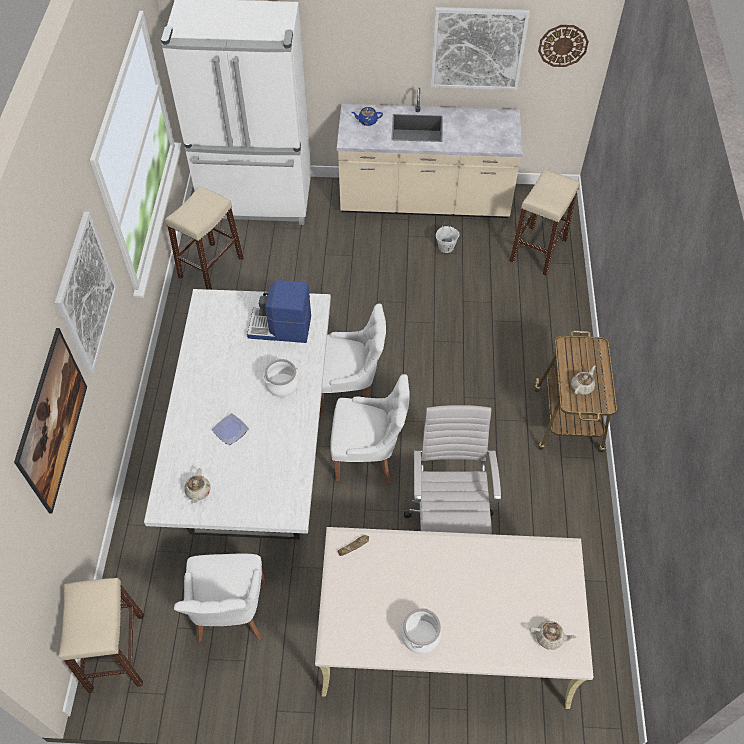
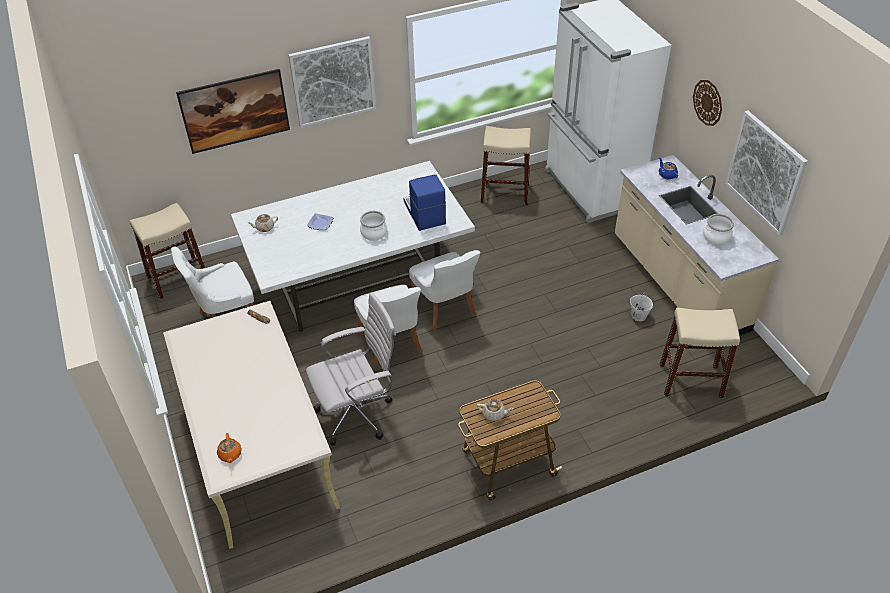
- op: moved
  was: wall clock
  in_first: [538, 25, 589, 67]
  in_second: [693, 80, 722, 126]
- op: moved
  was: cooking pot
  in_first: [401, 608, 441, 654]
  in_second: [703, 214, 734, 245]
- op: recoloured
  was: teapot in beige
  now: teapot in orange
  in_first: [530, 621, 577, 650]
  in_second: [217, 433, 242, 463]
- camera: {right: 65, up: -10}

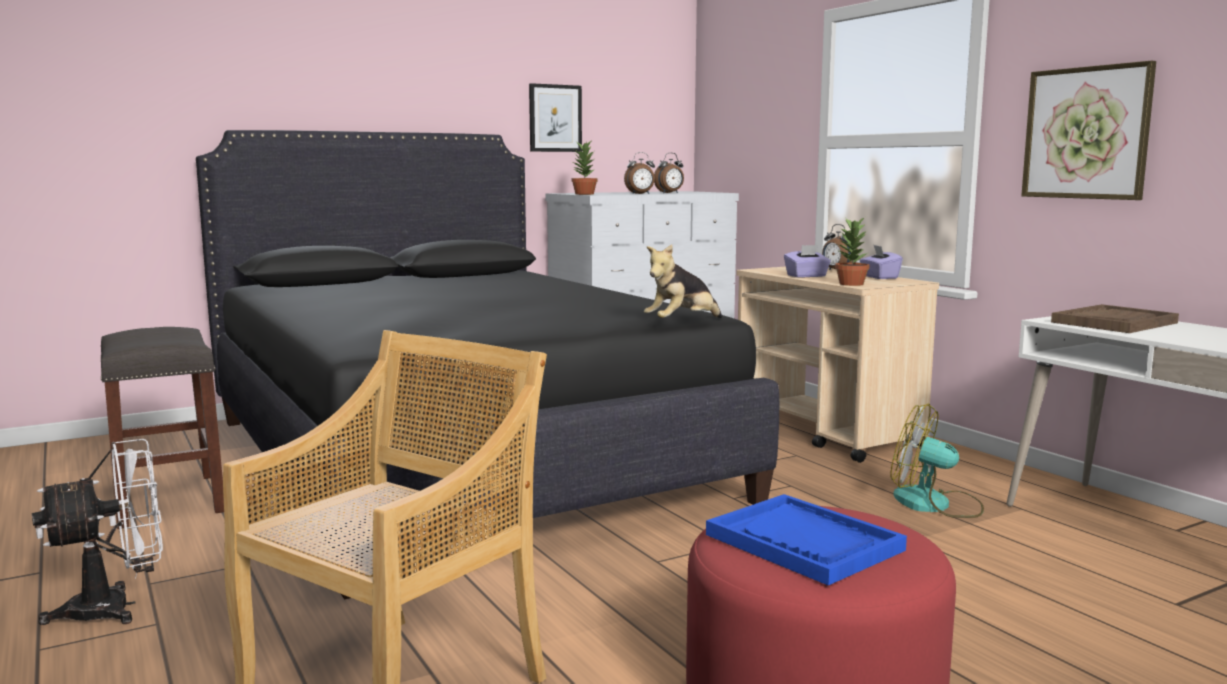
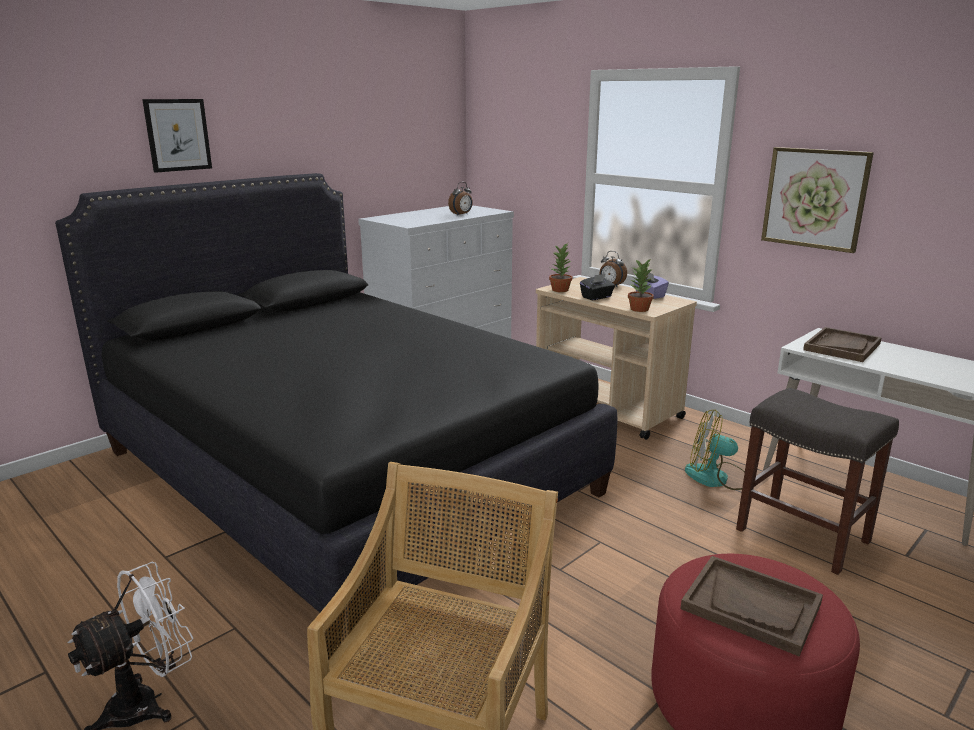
- op: moved
  was: picture
  in_first: [529, 83, 582, 152]
  in_second: [142, 99, 212, 173]
- op: moved
  was: potted plant
  in_first: [572, 139, 598, 195]
  in_second: [549, 243, 572, 292]
- op: removed
  was: alarm clock
  in_first: [624, 152, 655, 194]
- op: removed
  was: plush toy
  in_first: [644, 244, 722, 318]
- op: recoloured
  was: tissue box in purple
  now: tissue box in black
  in_first: [784, 245, 831, 278]
  in_second: [580, 274, 615, 300]
- op: moved
  was: stool in grey
  in_first: [101, 327, 224, 529]
  in_second: [736, 388, 899, 575]
- op: recoloured
  was: tray in blue
  now: tray in brown
  in_first: [706, 494, 907, 586]
  in_second: [680, 556, 823, 656]
- camera: {right: -15, up: 10}

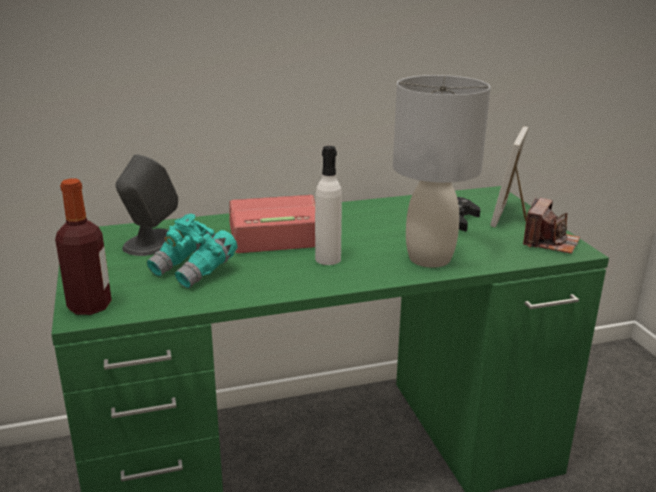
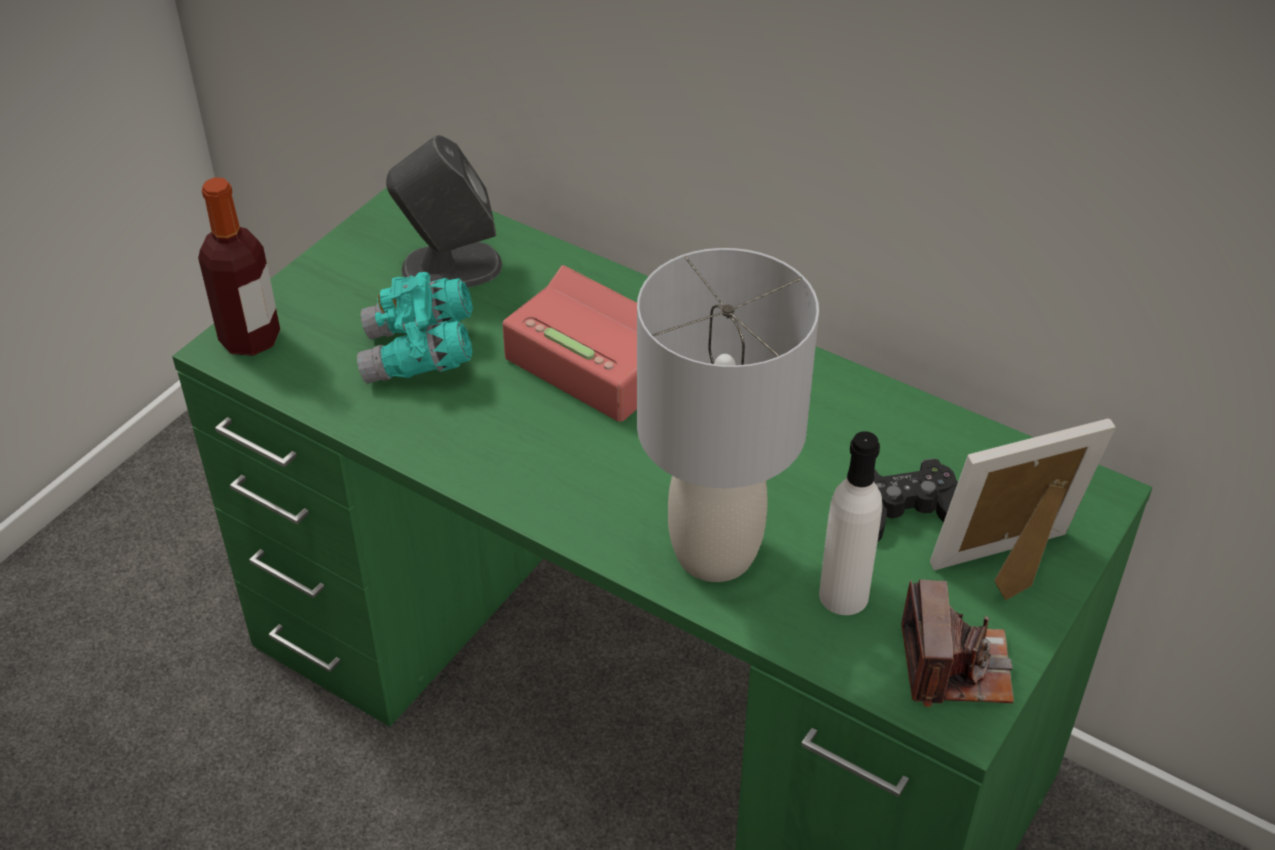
- op: moved
  was: bottle in white
  in_first: [315, 146, 342, 265]
  in_second: [819, 431, 882, 615]
- op: turned
  was: photo camera
  in_first: [523, 198, 580, 254]
  in_second: [901, 579, 1014, 708]
  clockwise: -75
- camera: {right: 50, up: 20}

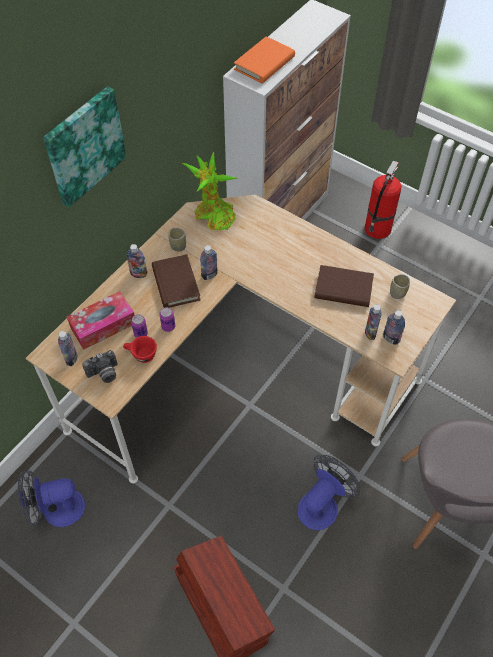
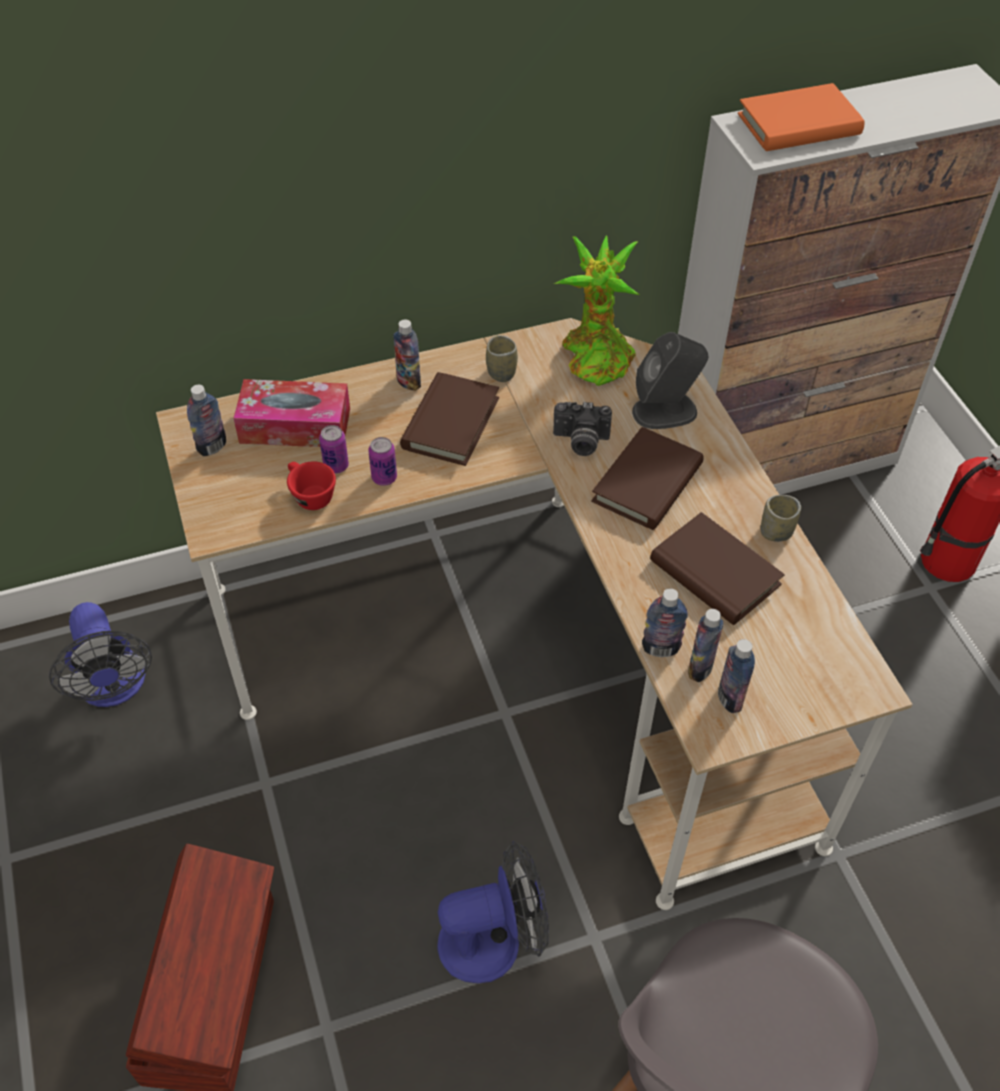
- op: removed
  was: picture
  in_first: [43, 86, 127, 207]
- op: moved
  was: bottle
  in_first: [200, 245, 218, 280]
  in_second: [642, 588, 688, 657]
- op: moved
  was: cup
  in_first: [390, 274, 410, 299]
  in_second: [761, 495, 801, 542]
- op: moved
  was: photo camera
  in_first: [82, 350, 118, 383]
  in_second: [553, 402, 612, 456]
- op: turned
  was: fan
  in_first: [18, 469, 85, 527]
  in_second: [49, 602, 152, 707]
  clockwise: -135
- op: added
  now: speaker in grey
  in_second: [632, 332, 708, 429]
- op: added
  now: book in brown
  in_second: [591, 427, 704, 530]
- camera: {right: 35, up: -5}

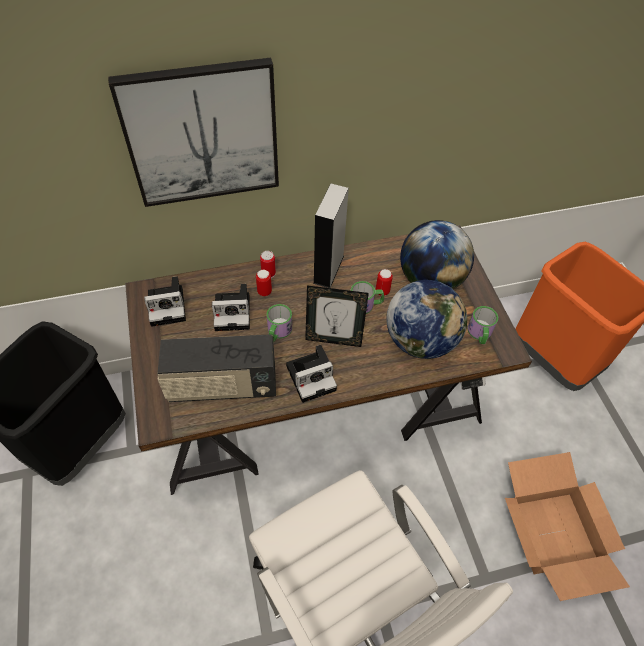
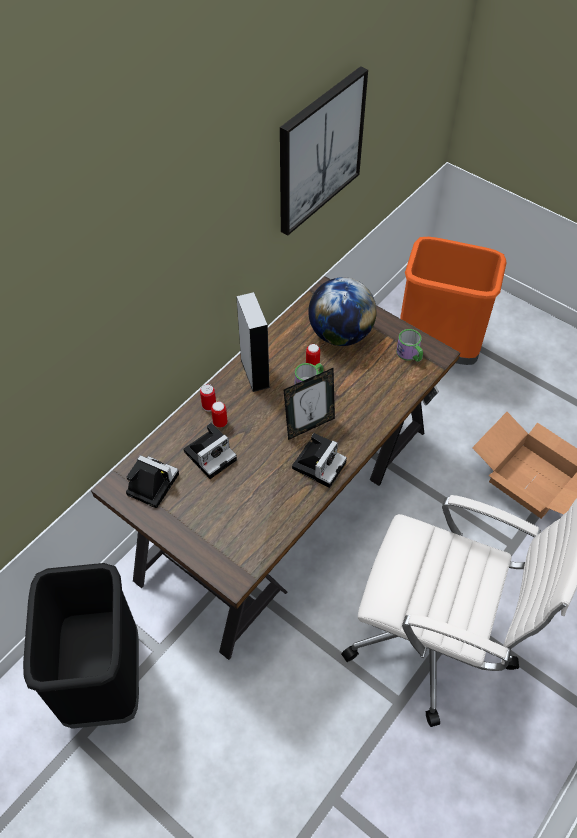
- op: moved
  was: picture
  in_first: [108, 58, 279, 207]
  in_second: [280, 66, 368, 236]
- op: turned
  was: photo camera
  in_first: [144, 276, 186, 327]
  in_second: [126, 455, 179, 508]
  clockwise: -105
- op: removed
  was: globe
  in_first: [386, 280, 467, 359]
- op: removed
  was: mug
  in_first: [266, 304, 292, 342]
- op: removed
  was: radio
  in_first: [157, 334, 276, 402]
- camera: {right: -35, up: 0}

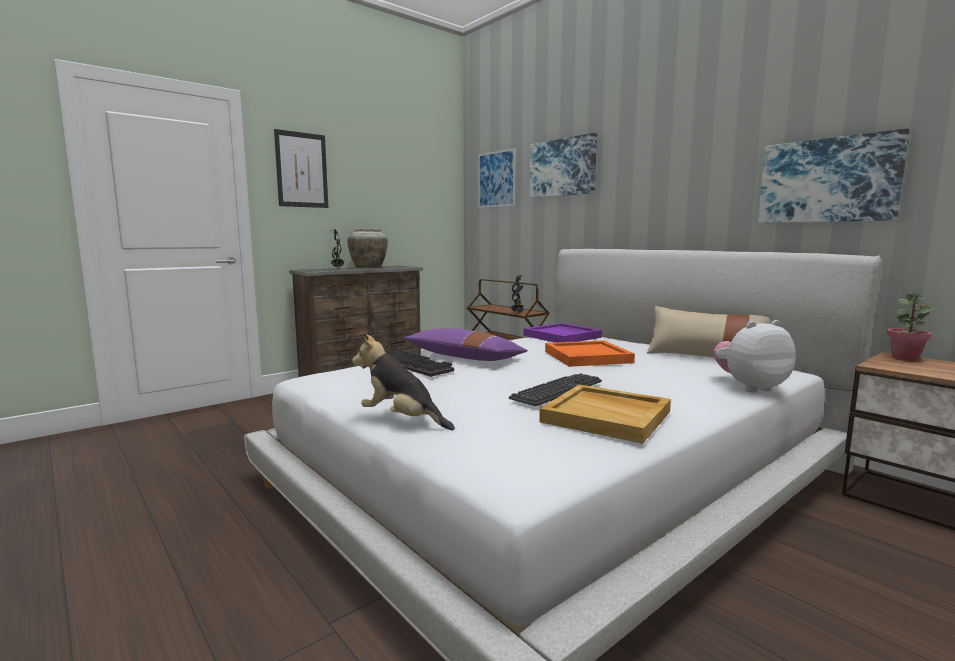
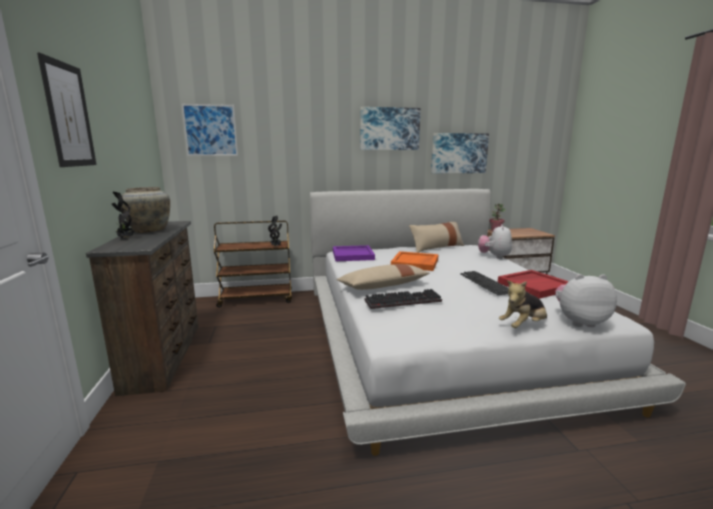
- op: moved
  was: picture
  in_first: [530, 133, 597, 198]
  in_second: [360, 107, 421, 150]
- op: recoloured
  was: pillow in purple
  now: pillow in beige
  in_first: [404, 328, 528, 361]
  in_second: [336, 264, 430, 290]
- op: recoloured
  was: tray in beige
  now: tray in red
  in_first: [539, 385, 671, 444]
  in_second: [498, 270, 569, 299]
- op: added
  now: plush toy
  in_second: [555, 274, 617, 327]
- camera: {right: -60, up: 5}

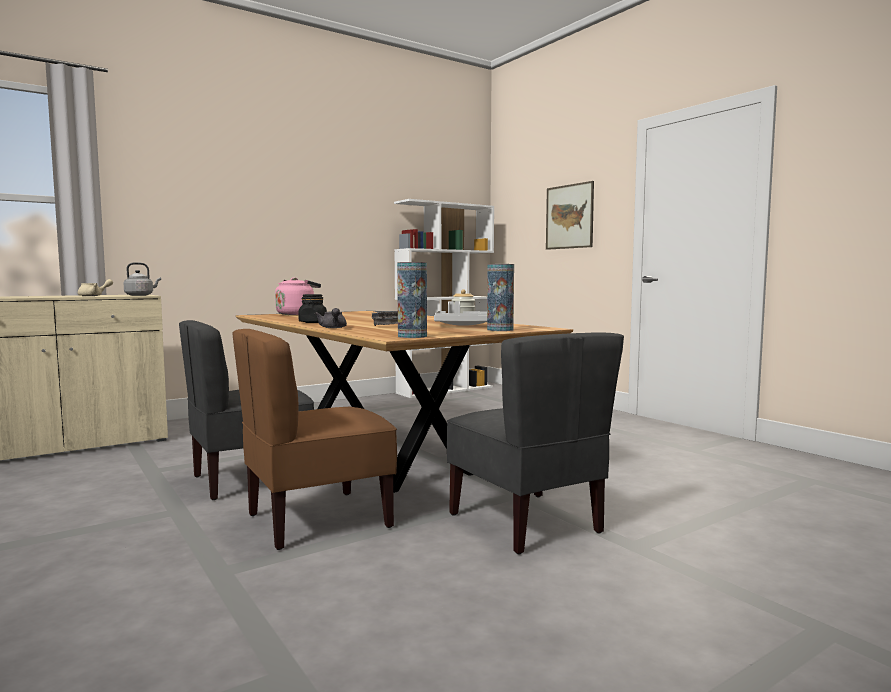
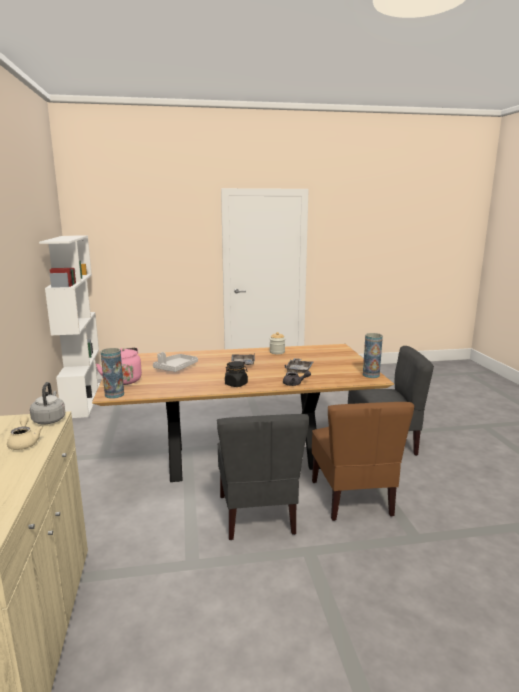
- op: removed
  was: picture
  in_first: [546, 181, 594, 250]
- op: moved
  was: vase
  in_first: [487, 264, 514, 331]
  in_second: [101, 348, 124, 399]
- op: moved
  was: tray in grey
  in_first: [434, 301, 487, 326]
  in_second: [153, 352, 198, 372]
- camera: {right: -65, up: 10}

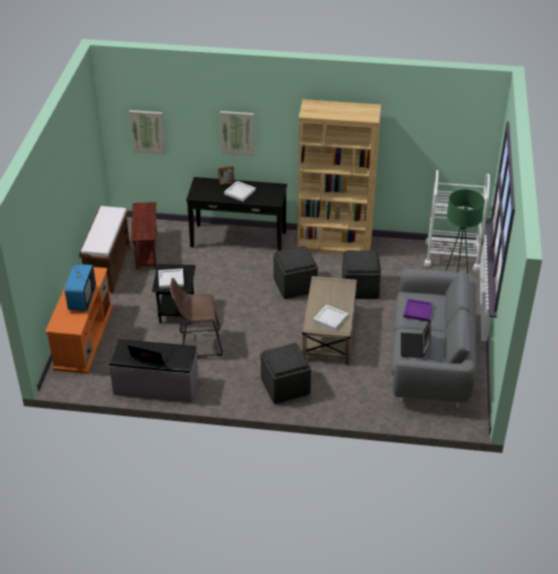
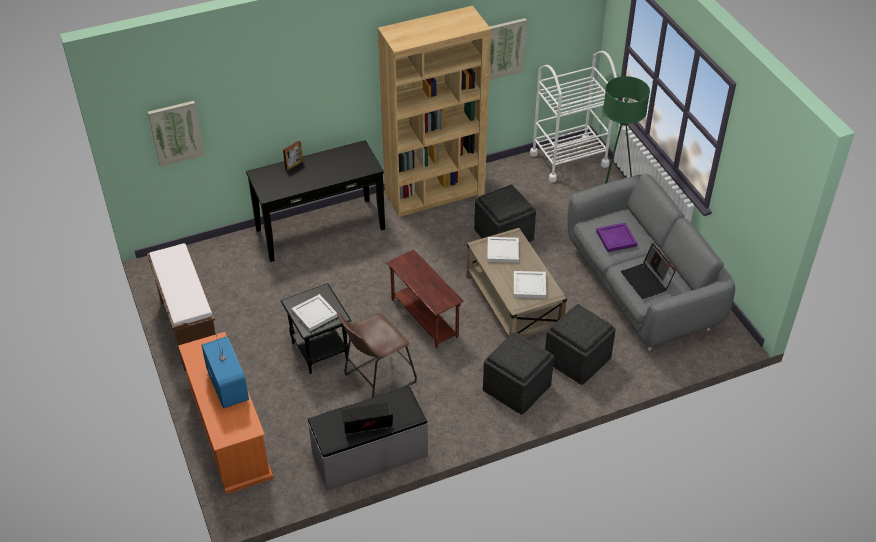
- op: moved
  was: picture
  in_first: [220, 111, 255, 156]
  in_second: [489, 18, 527, 80]
- op: moved
  was: tray in white
  in_first: [224, 181, 256, 201]
  in_second: [487, 237, 519, 263]
- op: moved
  was: side table in brown
  in_first: [131, 202, 157, 270]
  in_second: [386, 249, 464, 348]
- op: moved
  was: ottoman in grey
  in_first: [273, 246, 318, 299]
  in_second: [545, 304, 616, 385]
- camera: {right: -30, up: 5}

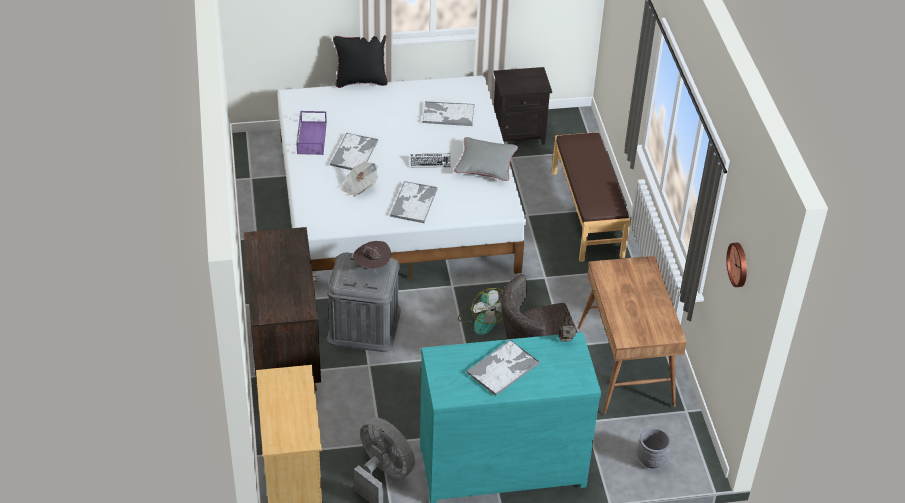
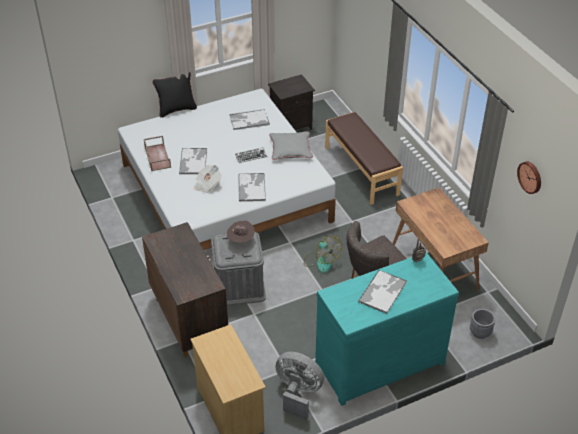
- op: recoloured
  was: tray in purple
  now: tray in brown
  in_first: [296, 111, 327, 155]
  in_second: [144, 136, 171, 171]
- camera: {right: -15, up: 0}

